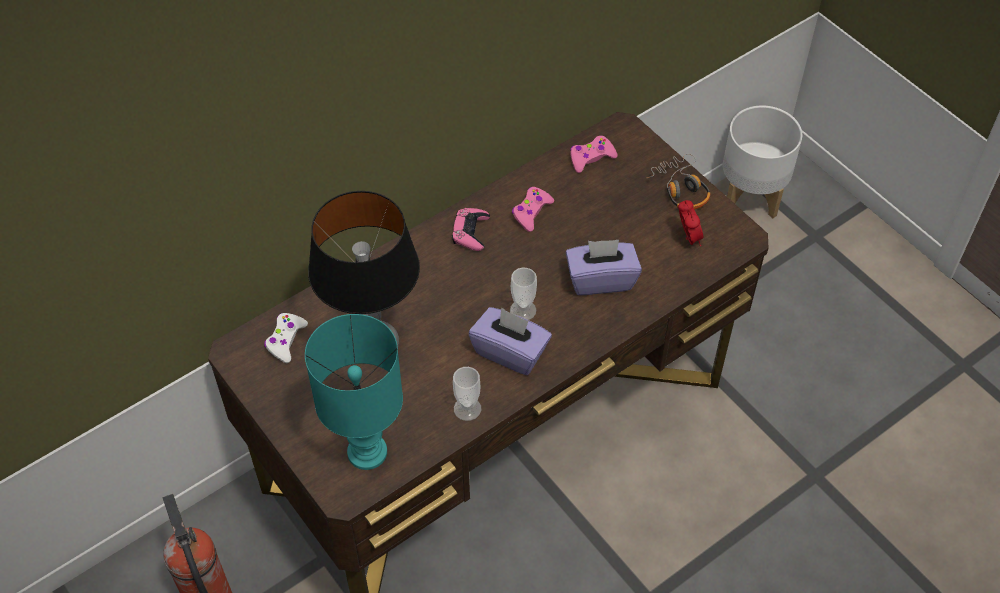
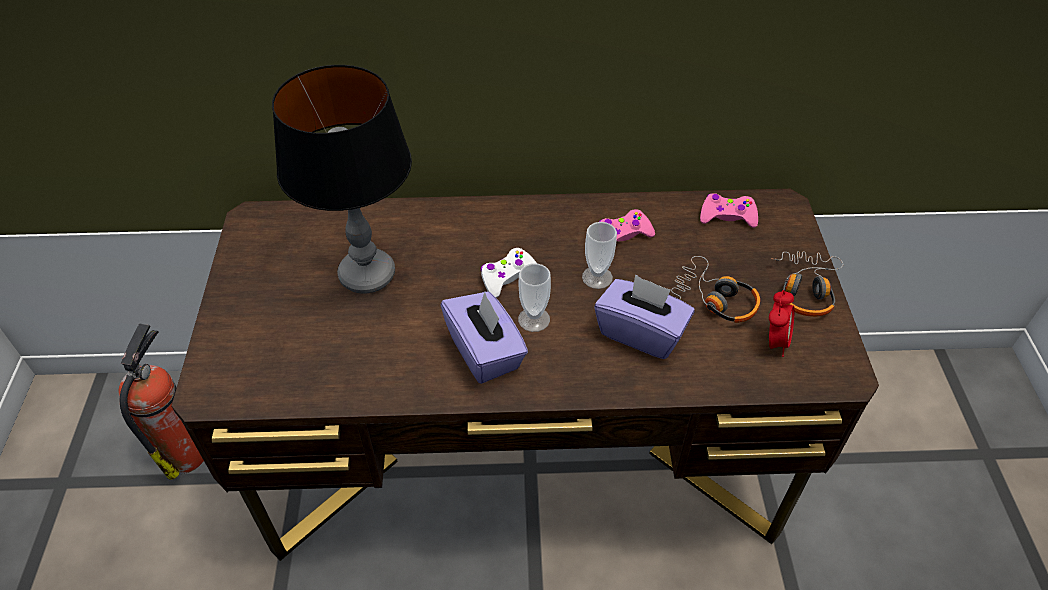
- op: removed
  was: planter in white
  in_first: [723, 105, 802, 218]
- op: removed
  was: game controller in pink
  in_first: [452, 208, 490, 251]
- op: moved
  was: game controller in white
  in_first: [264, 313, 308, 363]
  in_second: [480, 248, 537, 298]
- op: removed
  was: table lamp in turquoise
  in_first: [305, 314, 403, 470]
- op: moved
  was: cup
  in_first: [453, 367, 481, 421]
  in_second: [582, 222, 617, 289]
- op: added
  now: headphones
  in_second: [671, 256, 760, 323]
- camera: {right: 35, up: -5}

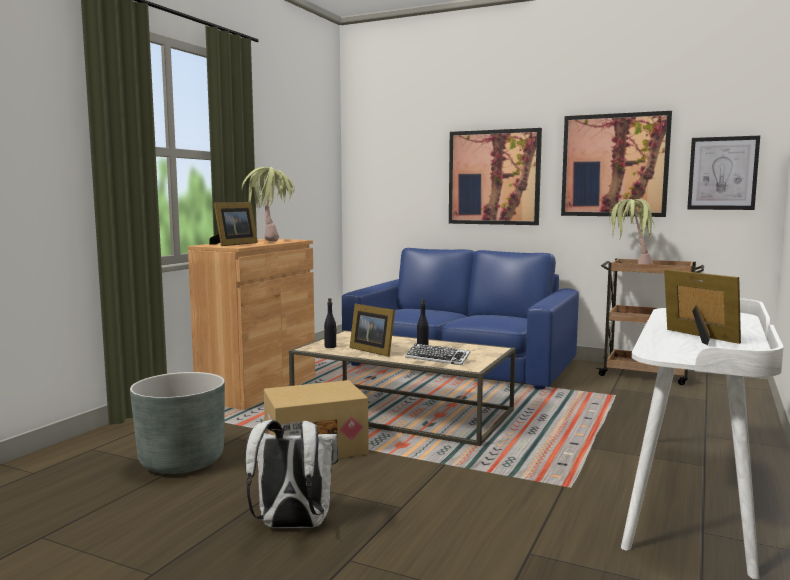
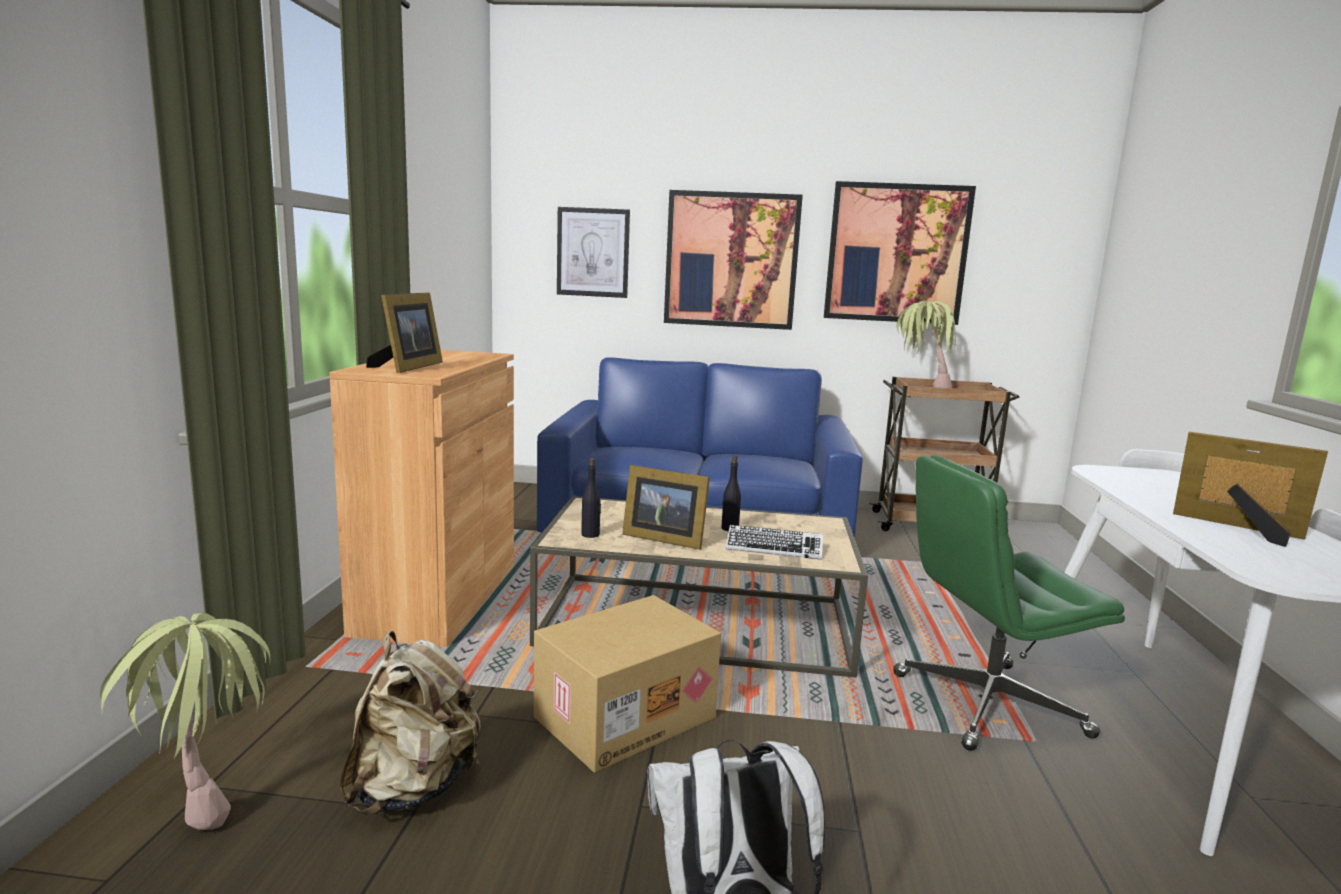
- op: moved
  was: picture
  in_first: [687, 136, 760, 210]
  in_second: [557, 207, 630, 298]
- op: moved
  was: potted plant
  in_first: [242, 167, 295, 241]
  in_second: [100, 613, 270, 830]
- op: replaced
  was: planter in grey
  now: backpack in beige
  in_first: [130, 372, 225, 474]
  in_second: [340, 631, 481, 816]
- op: added
  now: office chair in green
  in_second: [893, 455, 1125, 751]
- camera: {right: -20, up: 5}

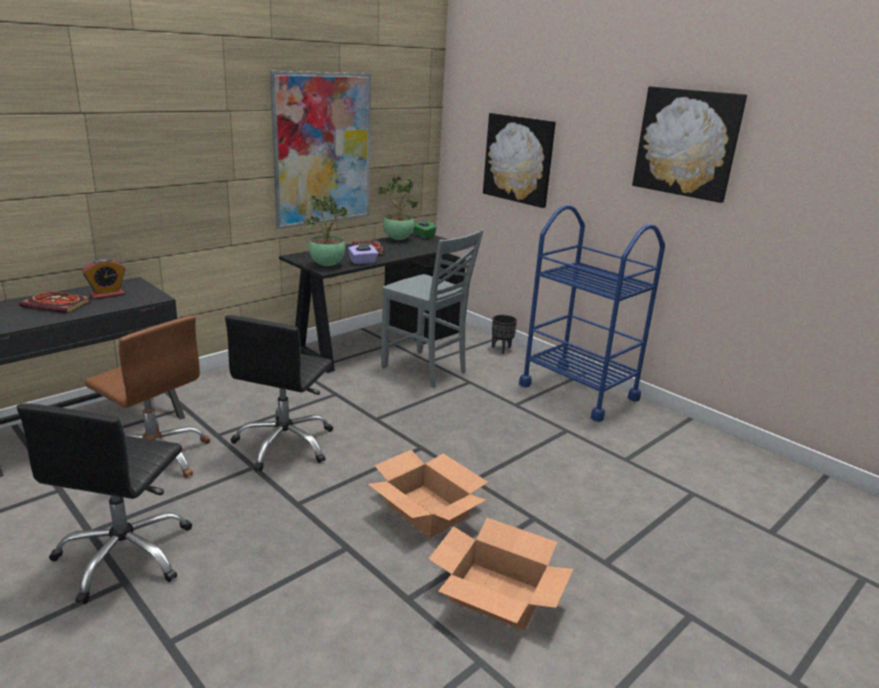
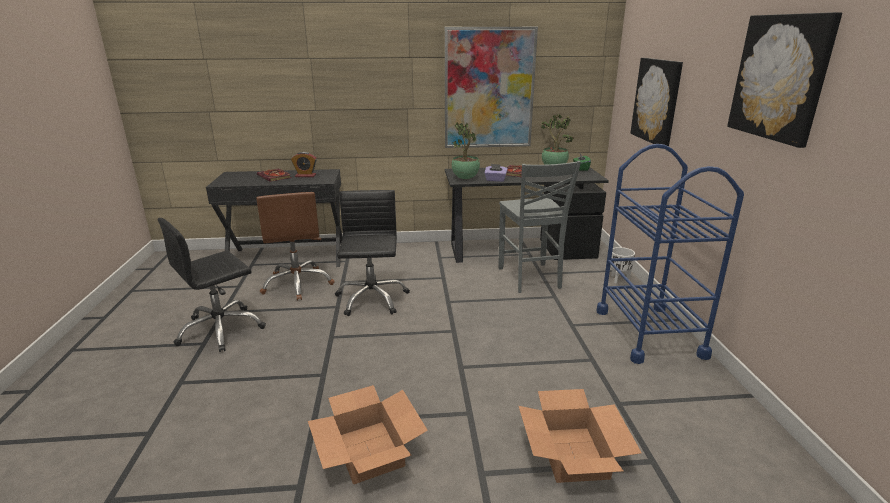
- op: turned
  was: office chair in black
  in_first: [225, 315, 333, 471]
  in_second: [335, 190, 410, 316]
  clockwise: 120
- op: recoloured
  was: planter in black
  now: planter in white
  in_first: [492, 315, 517, 354]
  in_second: [610, 247, 635, 284]
- op: moved
  was: cardboard box
  in_first: [368, 450, 488, 538]
  in_second: [519, 389, 642, 483]
- camera: {right: 40, up: 0}

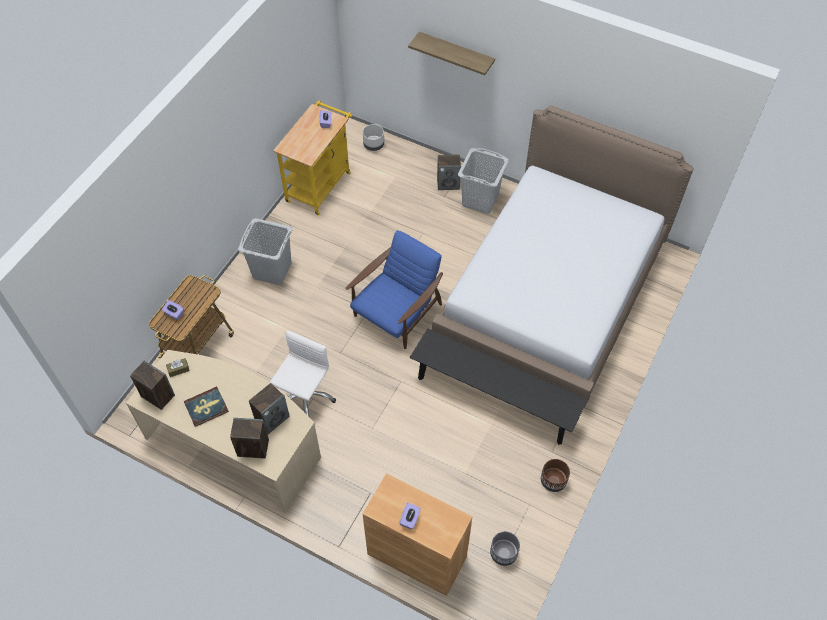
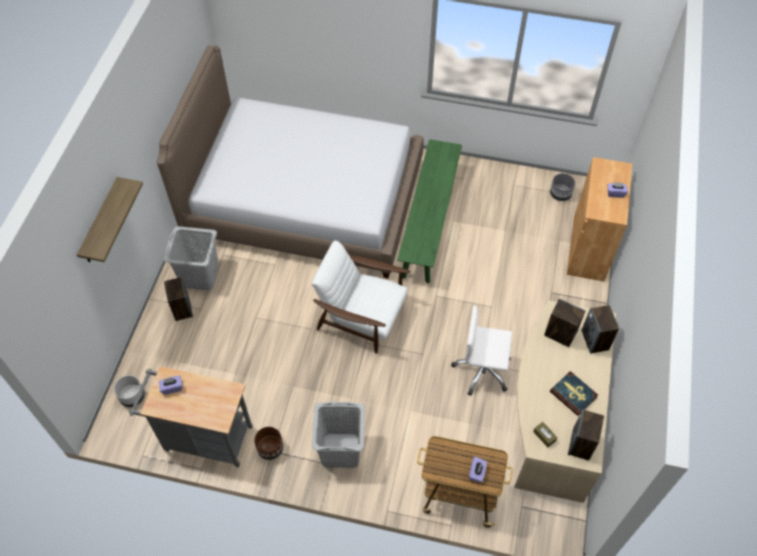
- op: recoloured
  was: cart in yellow
  now: cart in grey
  in_first: [273, 100, 352, 215]
  in_second: [129, 366, 253, 467]
- op: recoloured
  was: armchair in blue
  now: armchair in white
  in_first: [345, 230, 443, 349]
  in_second: [312, 240, 411, 354]
- op: recoloured
  was: bench in black
  now: bench in green
  in_first: [410, 328, 588, 445]
  in_second: [397, 139, 462, 284]
- op: moved
  was: planter in brown
  in_first: [541, 459, 570, 492]
  in_second: [254, 427, 283, 460]
- camera: {right: -105, up: 0}

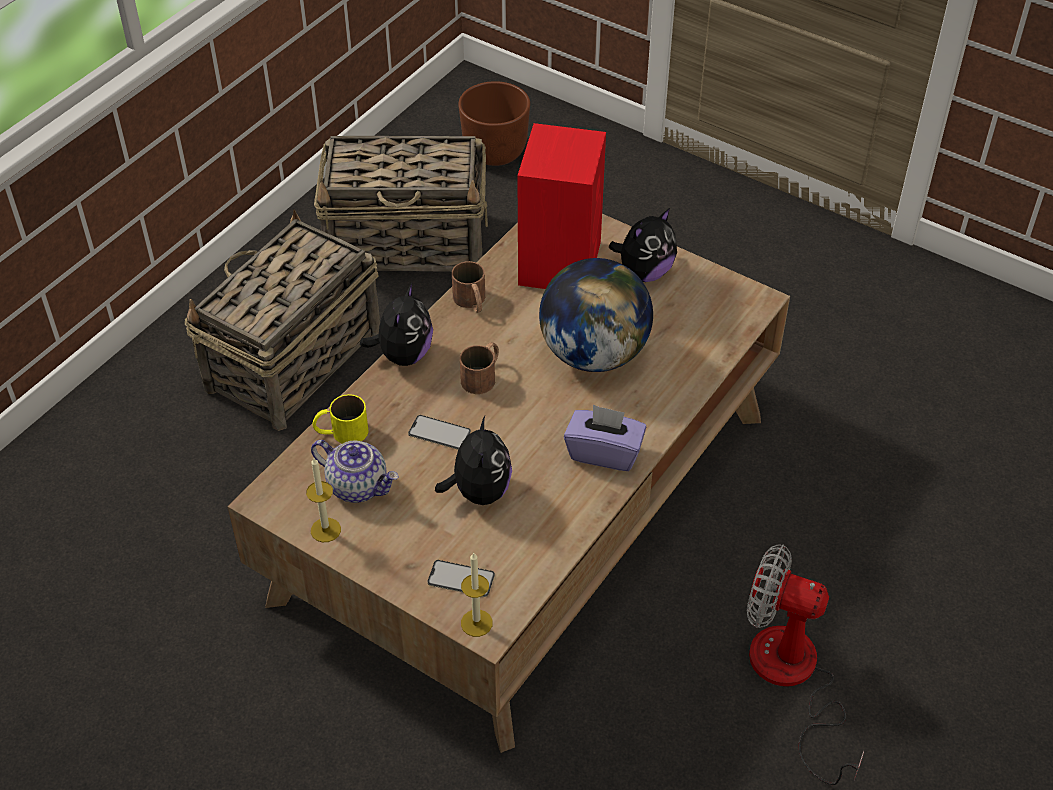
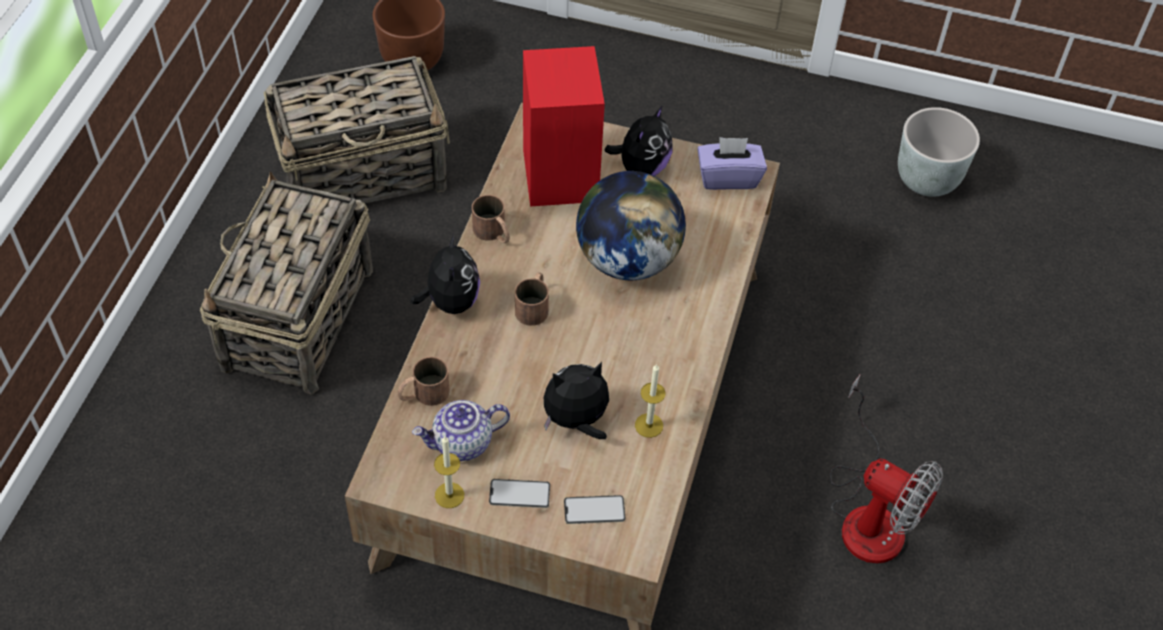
- op: recoloured
  was: mug in yellow
  now: mug in brown
  in_first: [313, 394, 369, 444]
  in_second: [397, 357, 450, 406]
- op: moved
  was: tissue box in purple
  in_first: [564, 404, 646, 471]
  in_second: [697, 137, 767, 190]
- op: moved
  was: phone
  in_first: [408, 415, 471, 450]
  in_second: [489, 479, 550, 508]
- op: turned
  was: plush toy
  in_first: [435, 416, 512, 505]
  in_second: [544, 362, 609, 439]
  clockwise: -90
- op: turned
  was: teapot
  in_first: [311, 440, 399, 503]
  in_second: [412, 400, 510, 461]
  clockwise: 150
- op: turned
  was: fan
  in_first: [747, 544, 864, 785]
  in_second: [830, 374, 943, 564]
  clockwise: -150
- op: moved
  was: candle
  in_first: [461, 552, 493, 637]
  in_second: [635, 364, 665, 438]
- op: added
  now: planter in grey
  in_second: [898, 107, 980, 197]
- camera: {right: -20, up: 5}

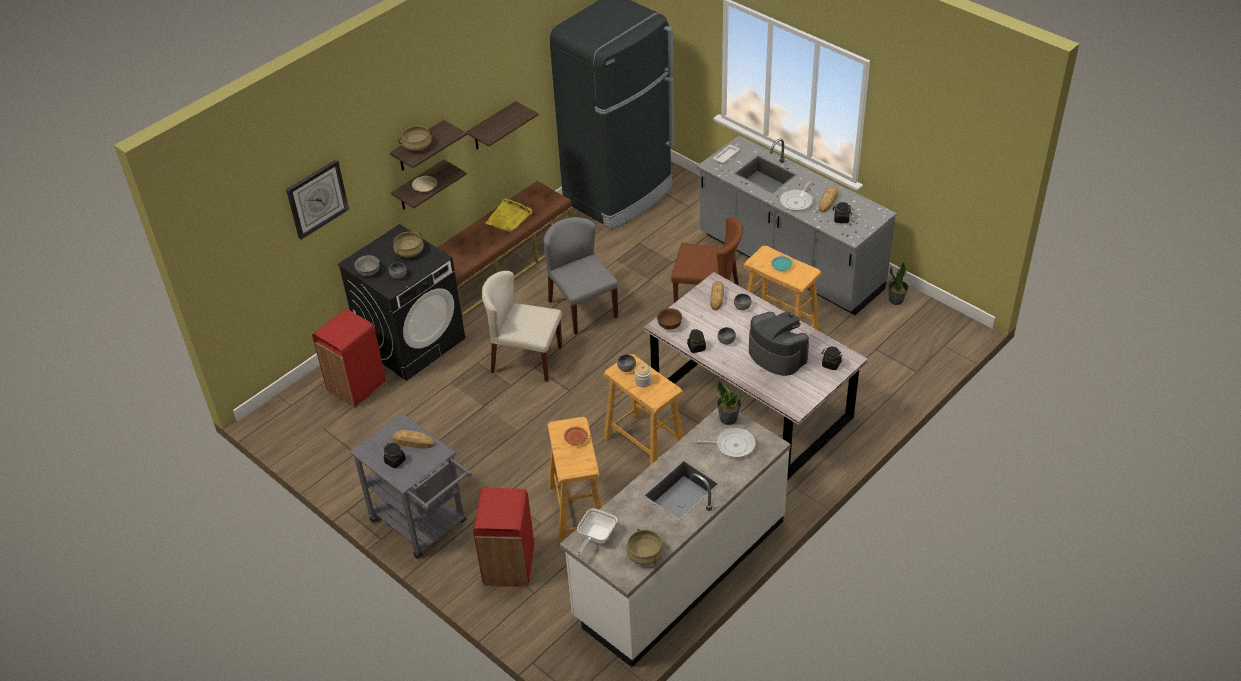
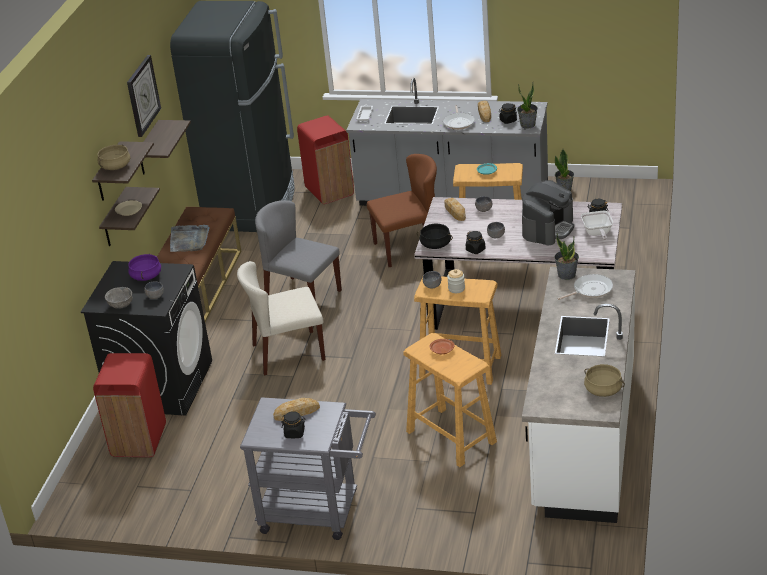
- op: moved
  was: wall clock
  in_first: [286, 160, 349, 239]
  in_second: [127, 55, 161, 137]
- op: recoloured
  was: tray in yellow
  now: tray in grey
  in_first: [486, 198, 532, 232]
  in_second: [170, 225, 210, 252]
- op: recoloured
  was: cooking pot in beige
  now: cooking pot in purple
  in_first: [393, 232, 424, 258]
  in_second: [128, 254, 161, 281]
- op: replaced
  was: bowl in brown
  now: cooking pot in black
  in_first: [657, 308, 682, 329]
  in_second: [417, 224, 453, 249]
- op: turned
  was: coffee machine
  in_first: [749, 311, 809, 376]
  in_second: [522, 180, 574, 245]
  clockwise: 105
- op: moved
  was: trash can in red
  in_first: [473, 488, 534, 587]
  in_second: [297, 116, 354, 204]
- op: moved
  was: frying pan
  in_first: [577, 508, 617, 556]
  in_second: [581, 211, 613, 240]
- op: added
  now: potted plant
  in_second: [517, 84, 538, 129]
- camera: {right: -30, up: -10}

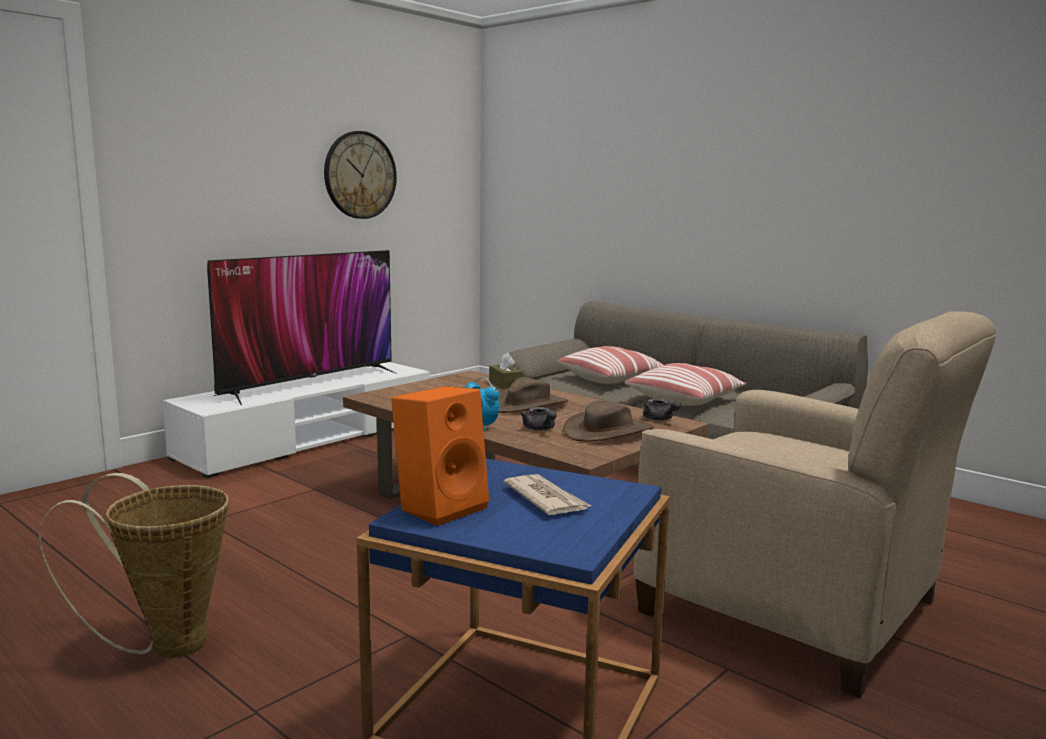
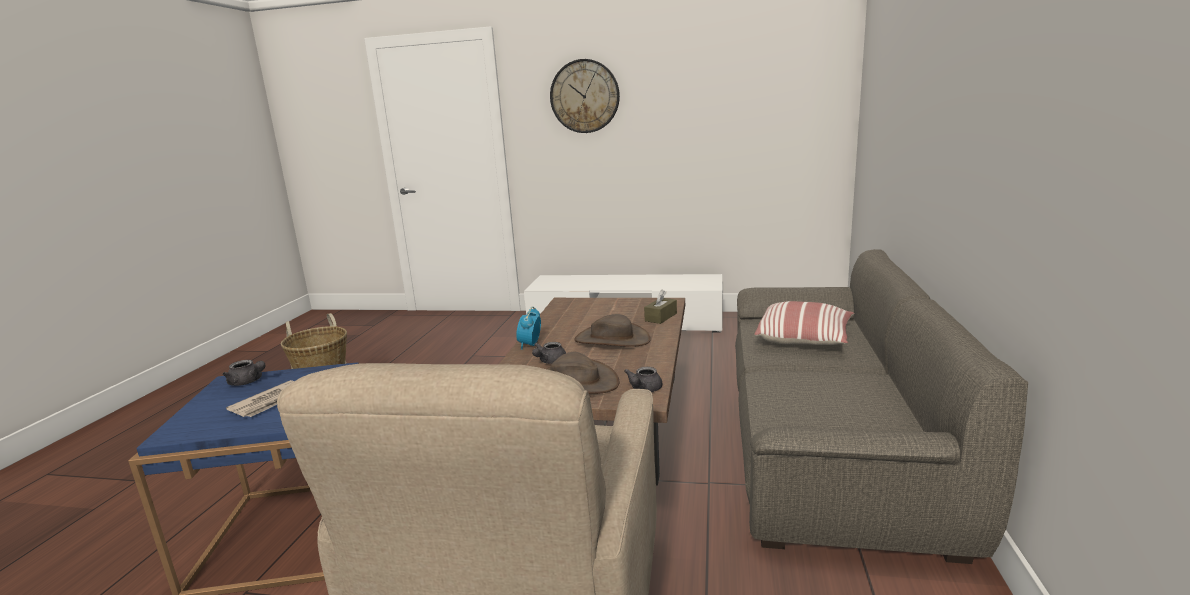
- op: moved
  was: wall clock
  in_first: [324, 131, 397, 219]
  in_second: [550, 59, 620, 133]
- op: removed
  was: television
  in_first: [207, 250, 397, 406]
- op: removed
  was: pillow
  in_first: [625, 363, 748, 406]
- op: replaced
  was: speaker in orange
  now: teapot in grey
  in_first: [391, 386, 489, 526]
  in_second: [222, 360, 266, 386]
- camera: {right: 60, up: 5}

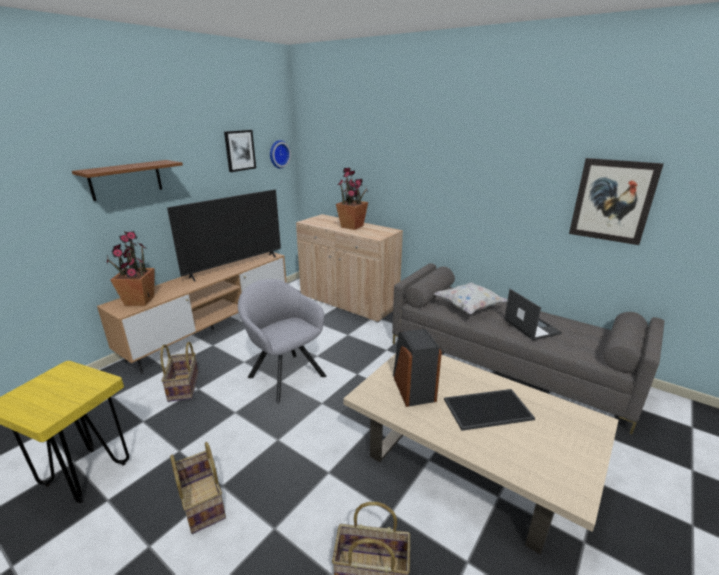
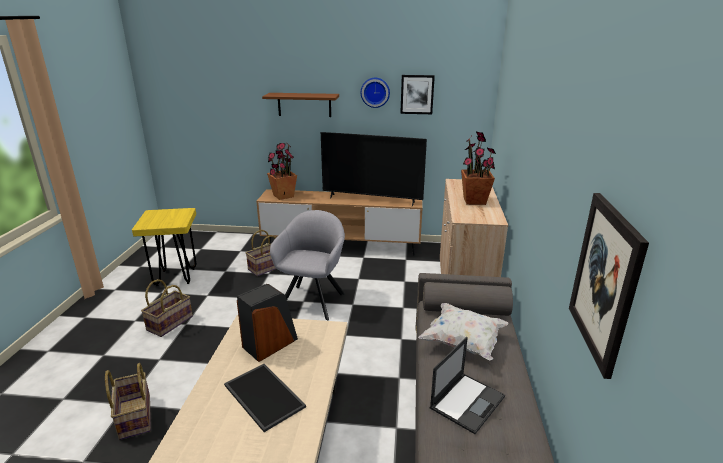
- op: moved
  was: wall clock
  in_first: [270, 140, 291, 169]
  in_second: [361, 78, 390, 108]
- camera: {right: 60, up: 0}

